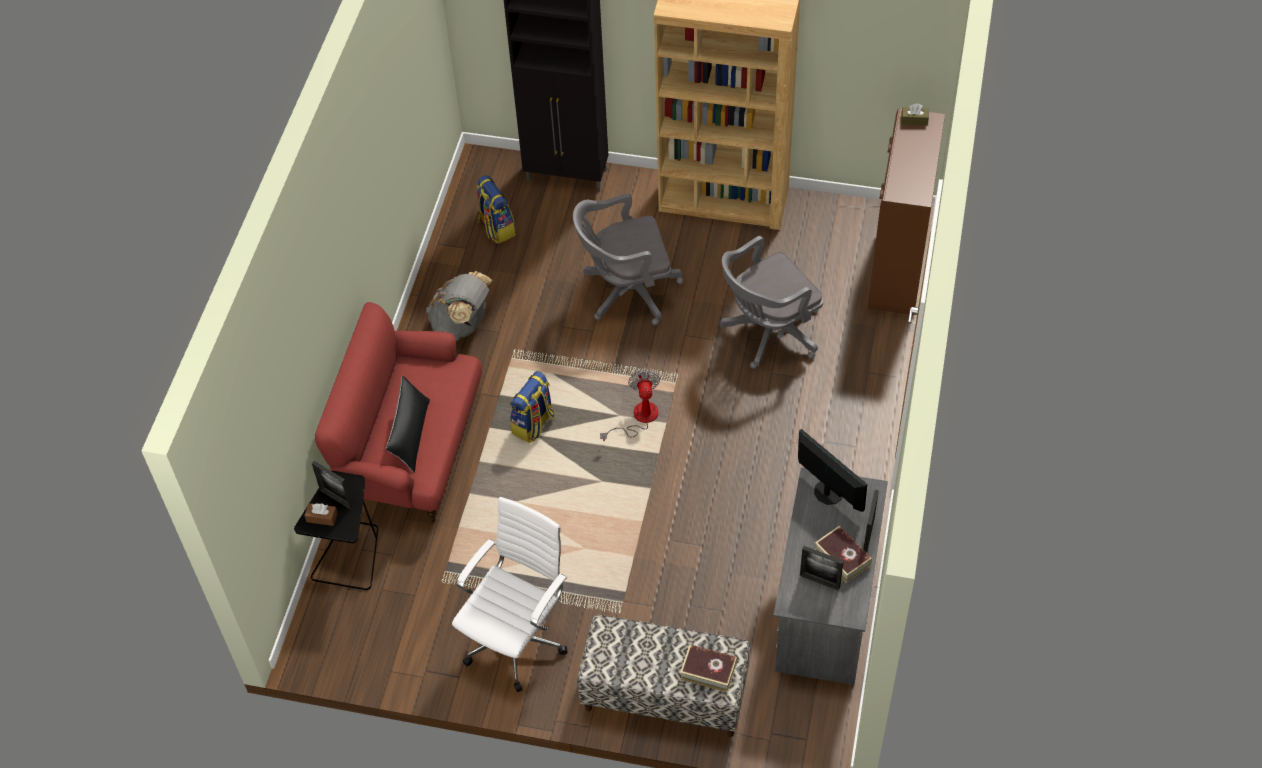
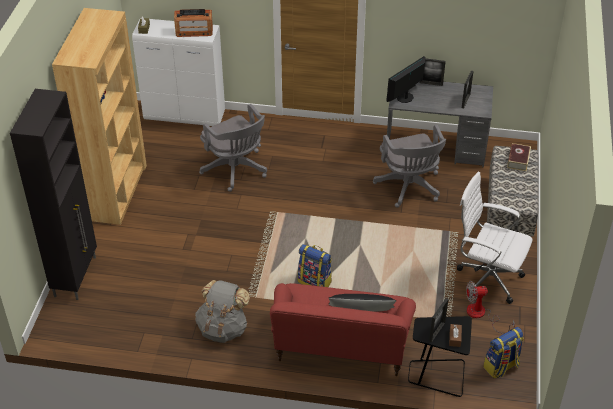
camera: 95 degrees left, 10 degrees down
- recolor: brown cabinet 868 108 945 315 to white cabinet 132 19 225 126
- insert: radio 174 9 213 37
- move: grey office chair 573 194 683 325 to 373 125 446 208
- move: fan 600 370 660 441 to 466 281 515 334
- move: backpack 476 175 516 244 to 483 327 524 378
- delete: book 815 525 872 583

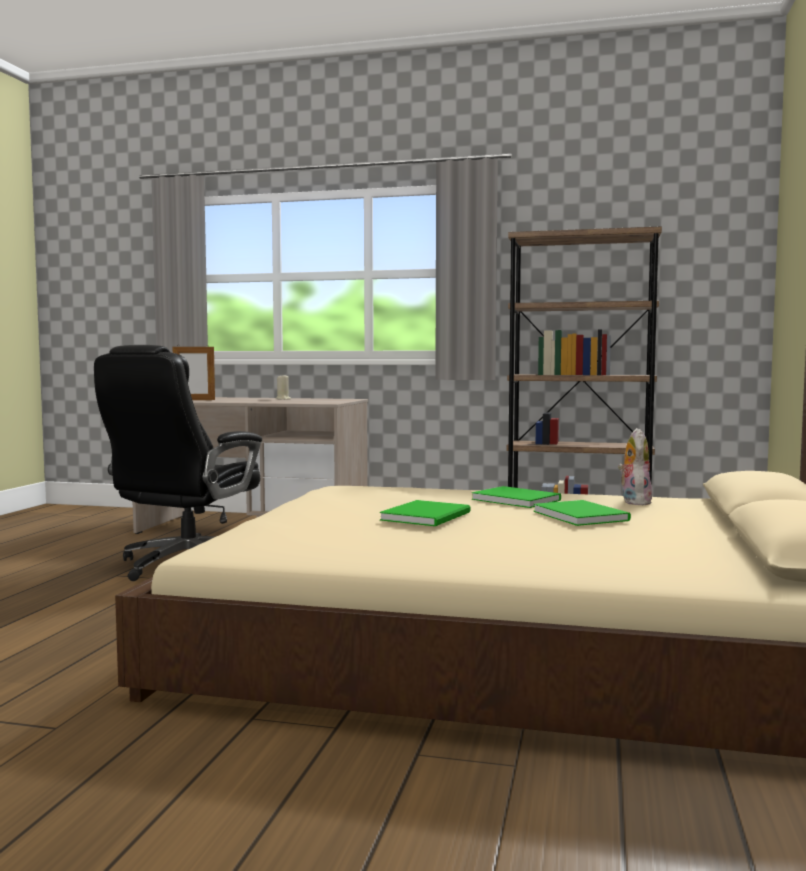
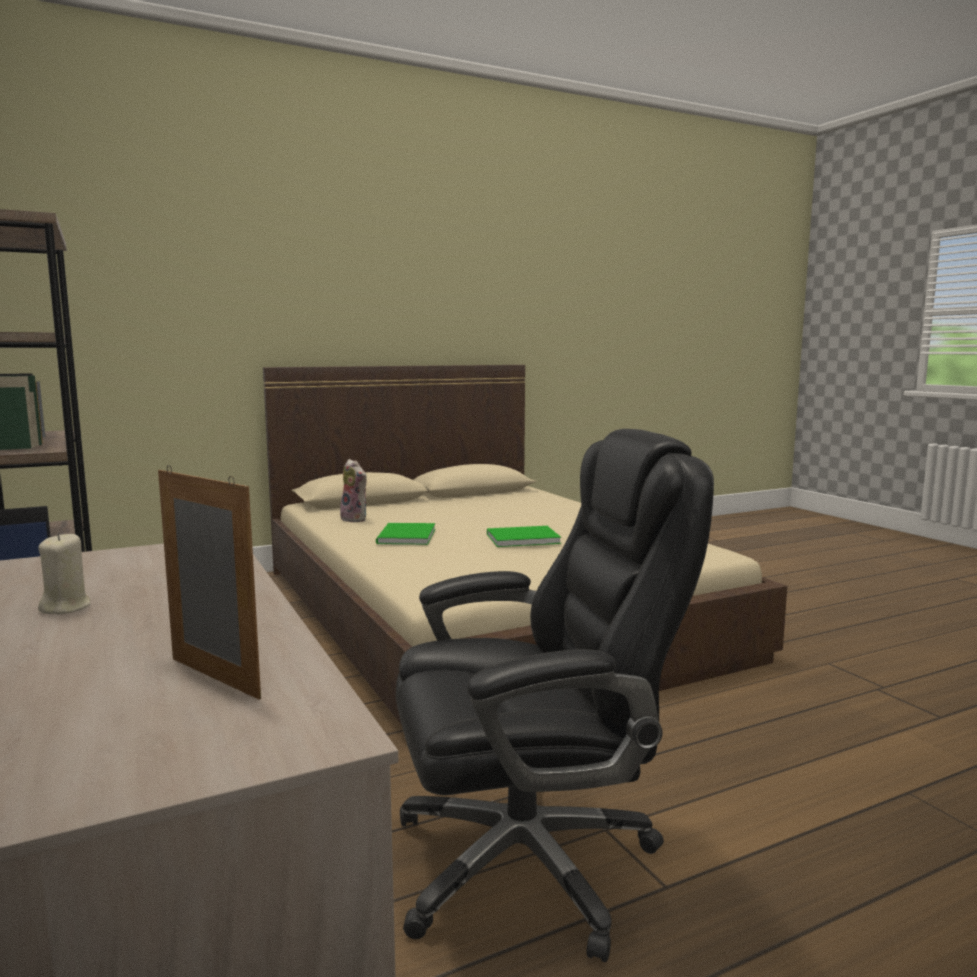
camera: 130 degrees left, 5 degrees up
- rotate: plush toy 618 428 652 505 = 338 459 367 522 105 degrees counterclockwise
- delete: green book 533 500 631 526

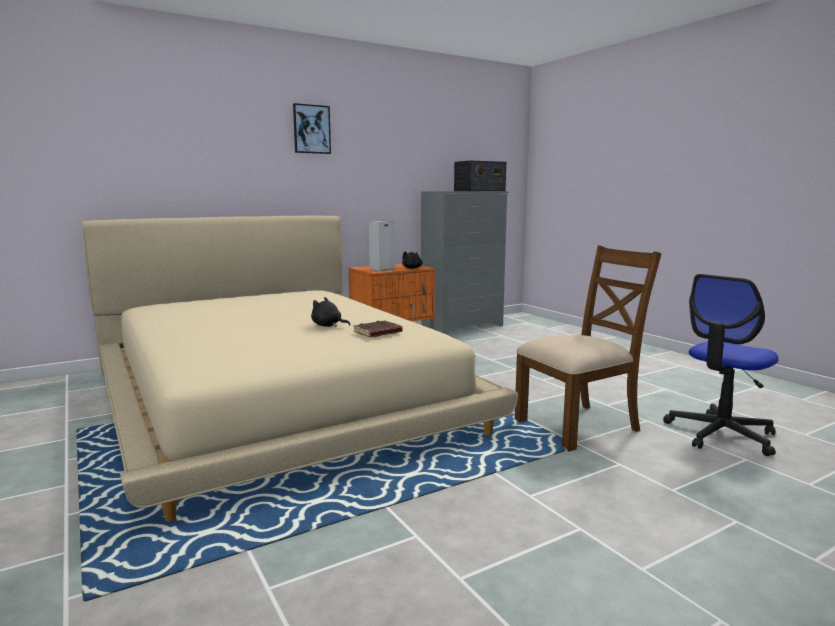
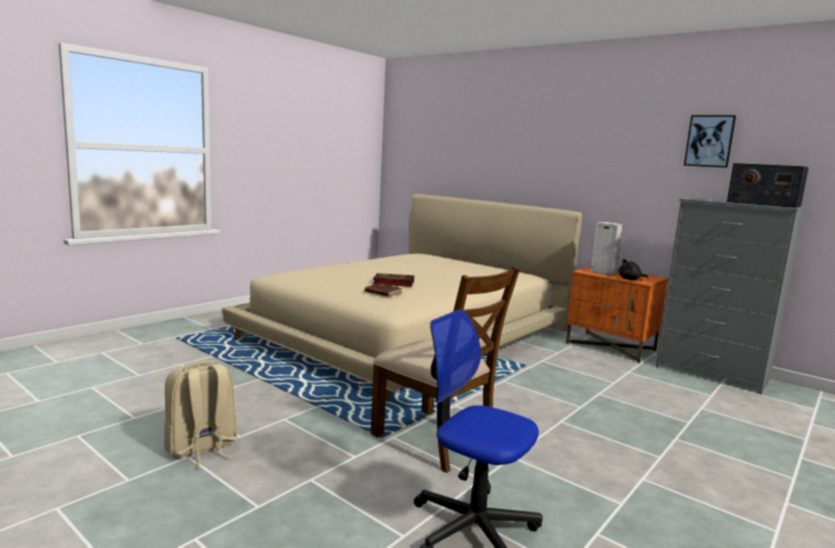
camera: 70 degrees right, 0 degrees up
- insert: beige backpack 164 361 237 467
- replace: black plush toy 311 297 350 327 to book 373 273 414 287
- move: picture 293 103 331 154 to 684 115 736 168

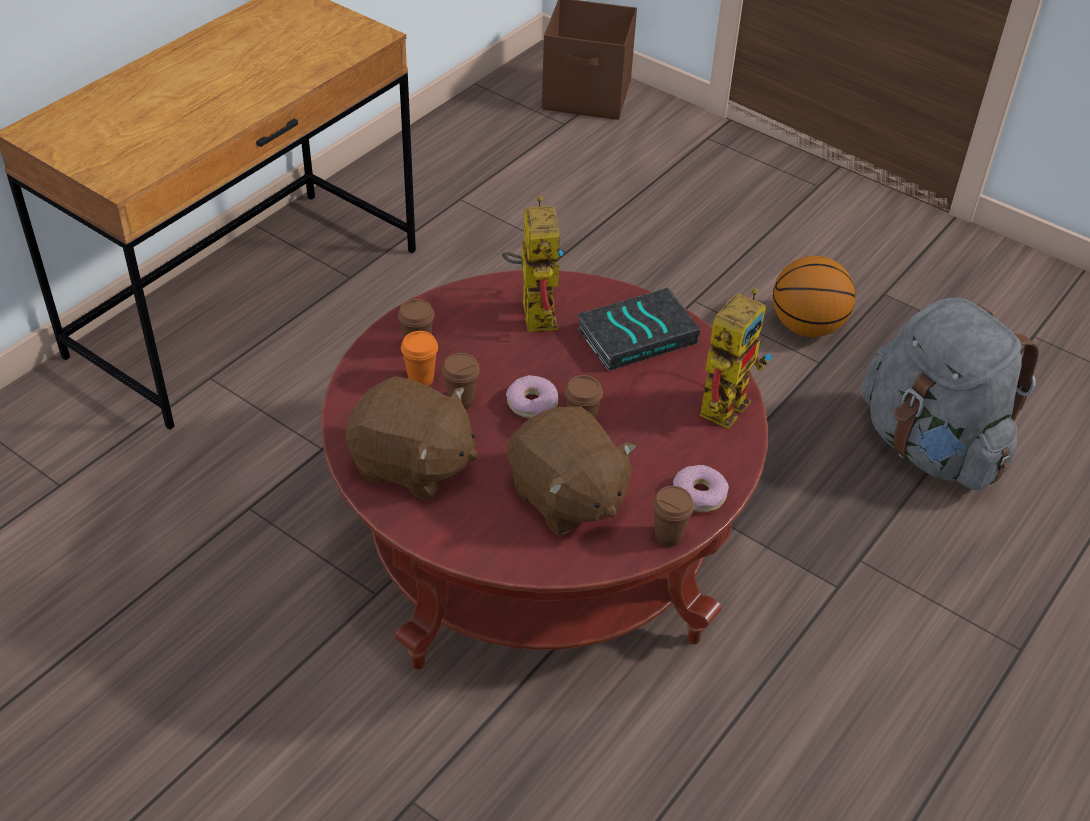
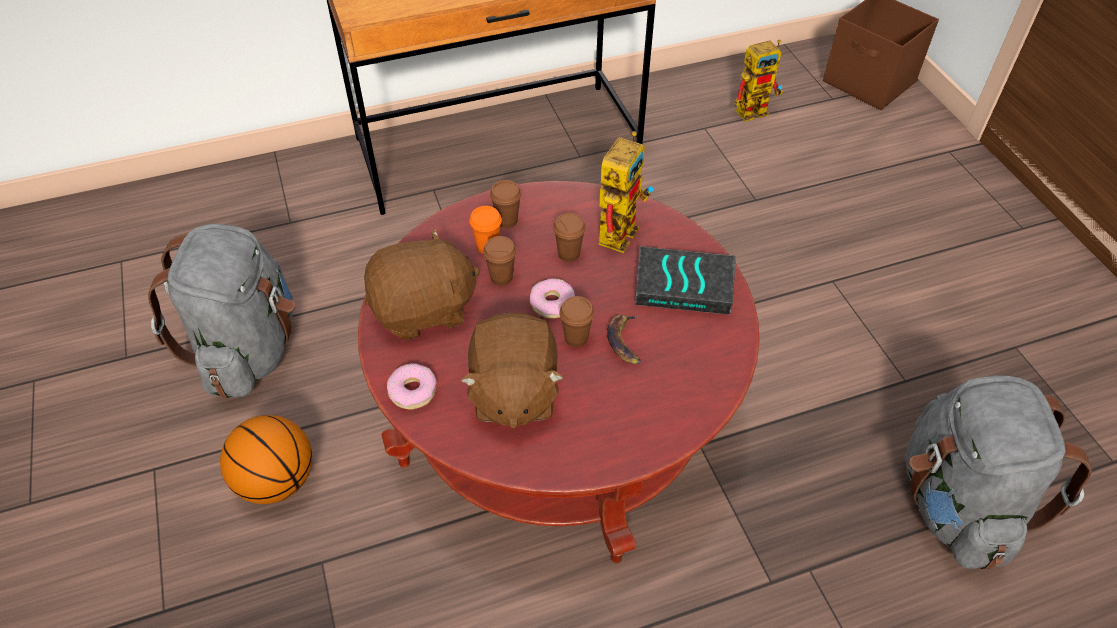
camera: 35 degrees right, 5 degrees up
- insert: grey backpack 148 224 295 398
- move: basketball 773 256 856 337 to 220 415 312 504
- rotate: brown plush toy 345 376 478 499 = 364 228 480 340 75 degrees counterclockwise
- move: donut 673 465 729 512 to 387 363 437 410
- move: brown cup 653 486 694 547 to 553 213 586 262
- insert: banana 607 315 641 364
- move: toy robot 700 288 772 429 to 735 40 783 122

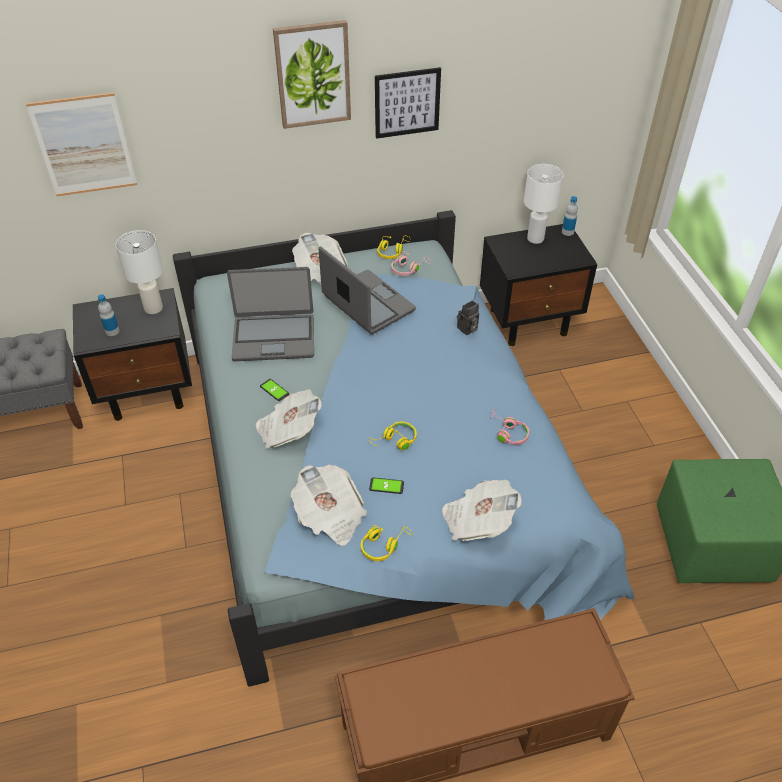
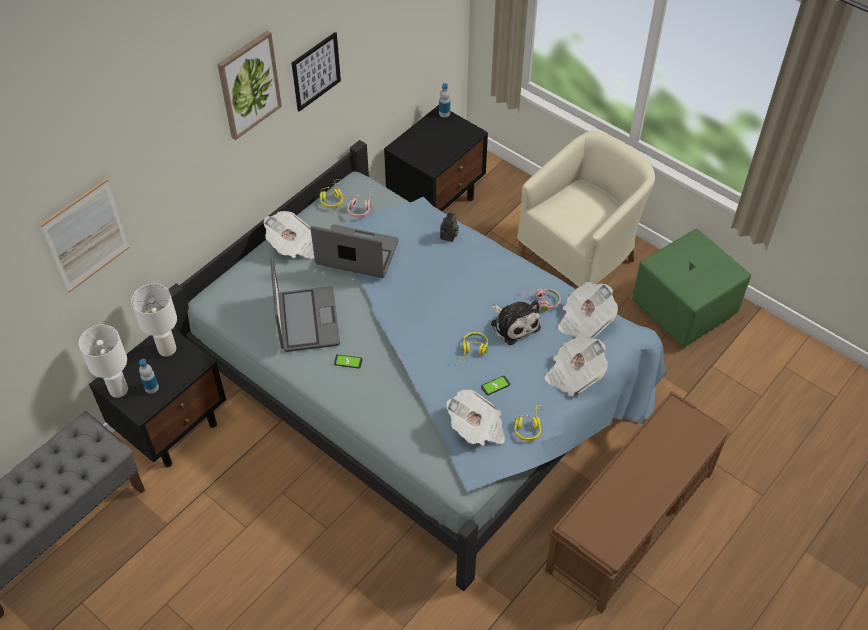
camera: 35 degrees left, 5 degrees up
- move: white table lamp 524 164 564 244 to 79 325 128 398
- rotate: laptop 227 267 314 361 = 270 257 340 352 60 degrees counterclockwise
- insert: plush toy 491 300 541 345
- insert: beige armchair 517 131 655 287
- move: newspaper 255 389 322 449 to 558 282 618 338

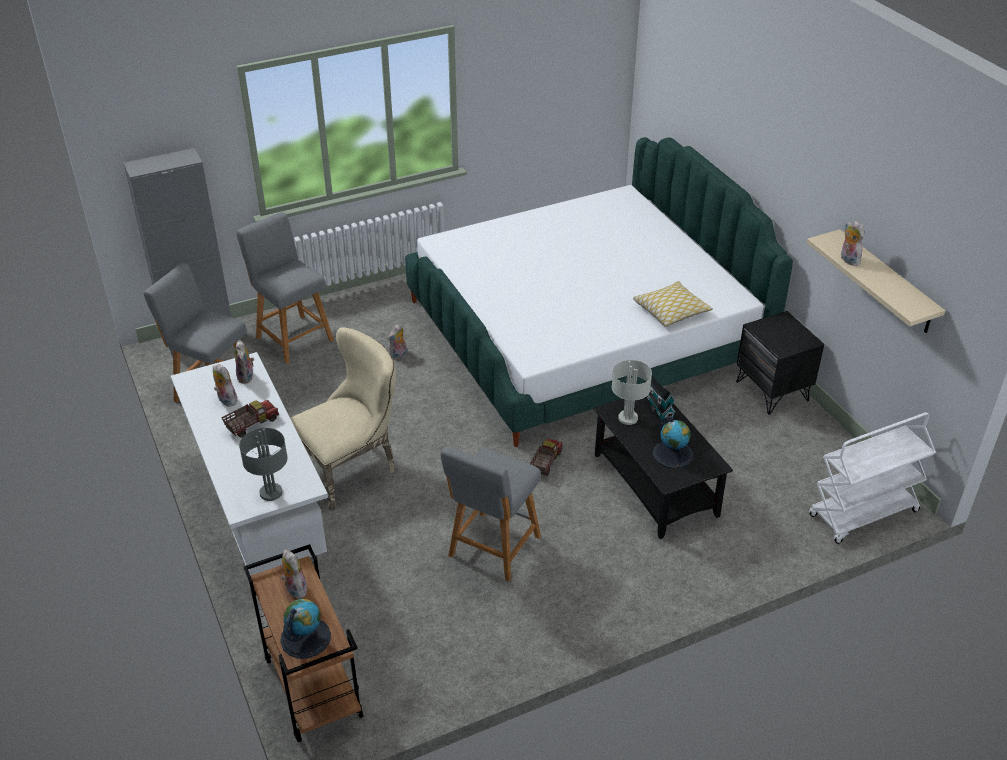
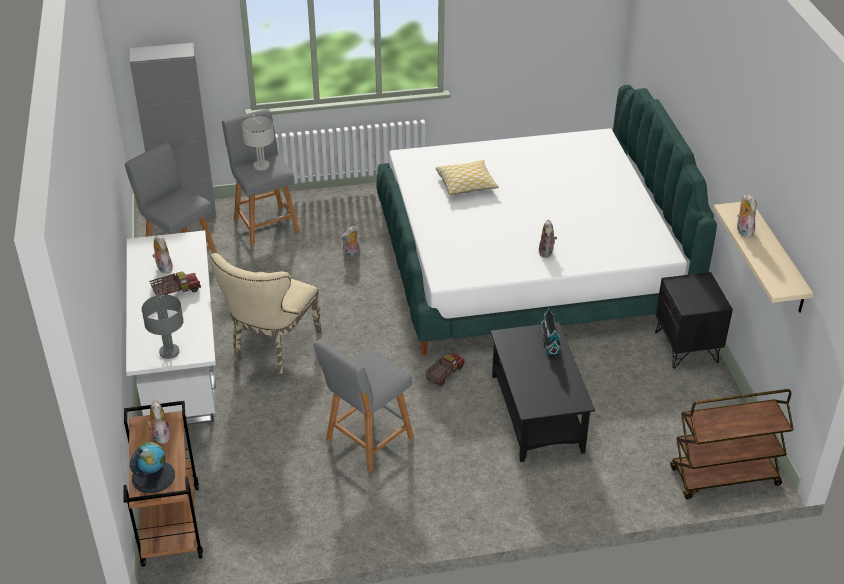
camera: 15 degrees right, 0 degrees up
- rotate: beige chair 290 327 396 511 = 210 253 321 374 135 degrees clockwise
- move: grey table lamp 612 360 652 425 to 242 115 274 171
- move: pillow 633 281 713 327 to 436 160 499 196
- move: plush toy 235 340 254 384 to 539 220 557 258
- recolor: white cart 809 412 936 544 to brown cart 670 389 794 499
- delete: globe 653 416 694 469

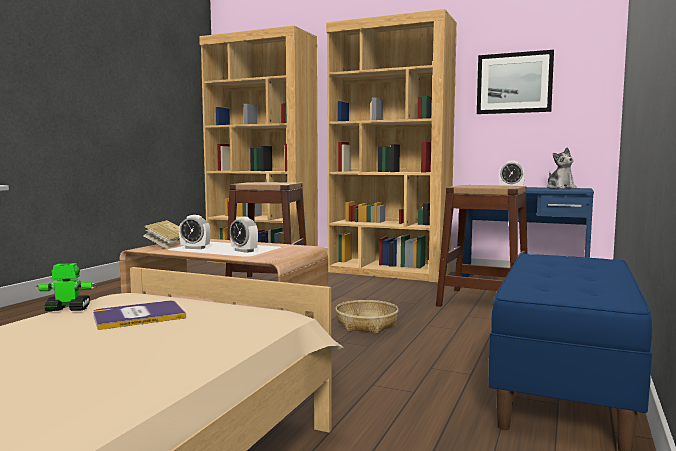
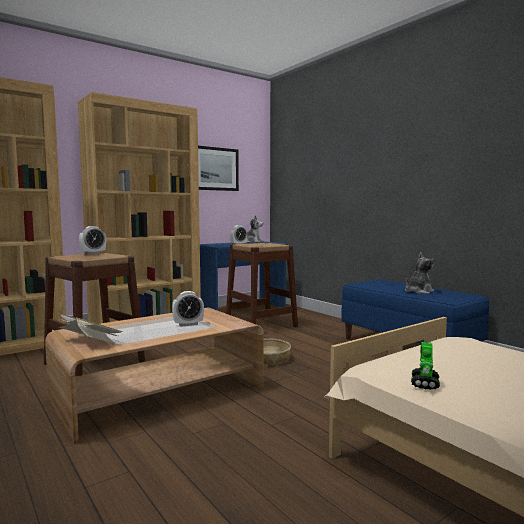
camera: 60 degrees left, 0 degrees up
- move: alarm clock 179 215 211 249 to 79 226 106 254
- insert: plush toy 405 252 434 294
- delete: book 93 301 186 330

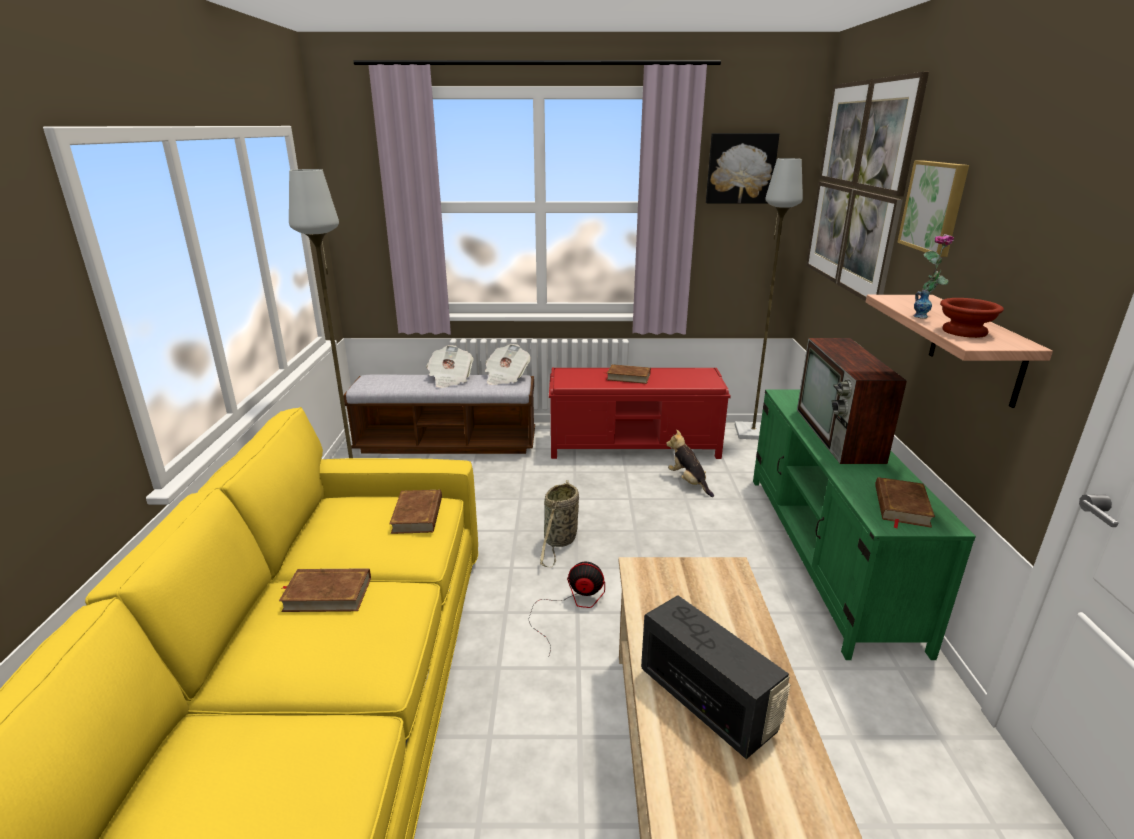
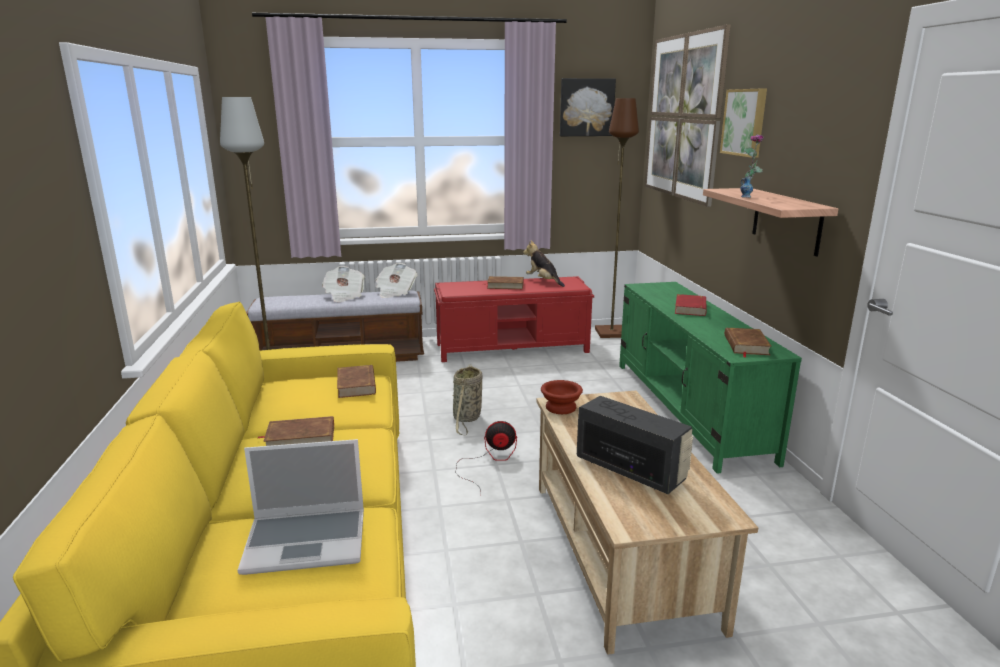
camera: 10 degrees left, 5 degrees down
- insert: laptop 238 439 364 575
- move: plush toy 666 430 714 497 to 523 241 565 287
- move: brown bowl 940 298 1004 338 to 541 380 583 414
- recolor: grey floor lamp 735 158 803 440 to brown floor lamp 595 98 639 338
- replace: television 797 338 907 464 to red book 675 294 707 316

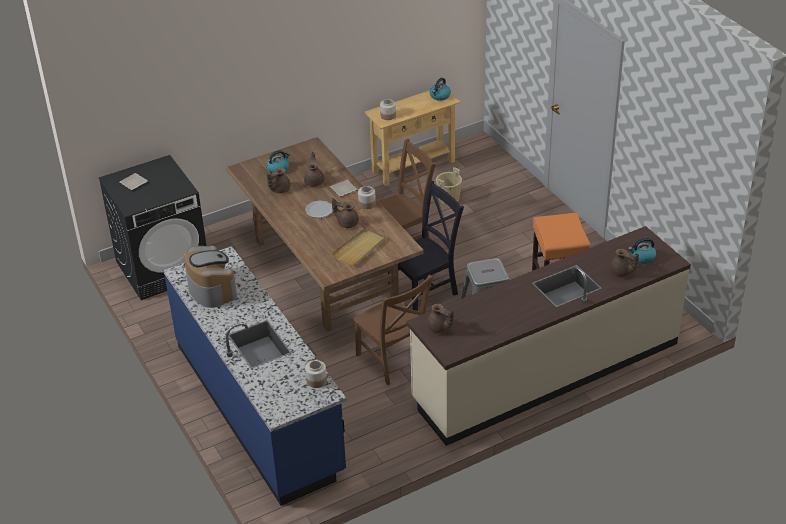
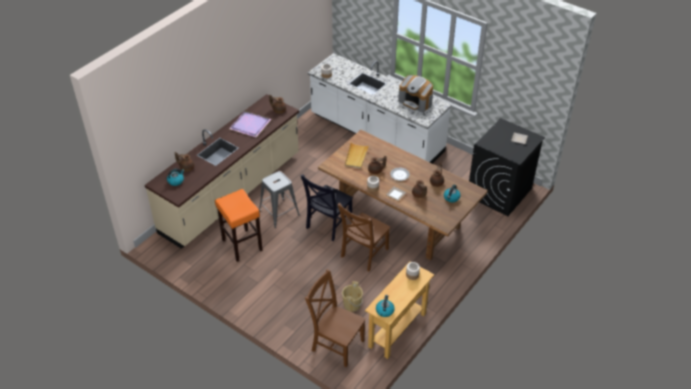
camera: 155 degrees right, 5 degrees up
- insert: purple tray 229 111 271 137
- move: brown chair 353 274 433 385 to 305 269 366 367
- recolor: blue counter 163 246 347 506 to white counter 308 53 451 164

